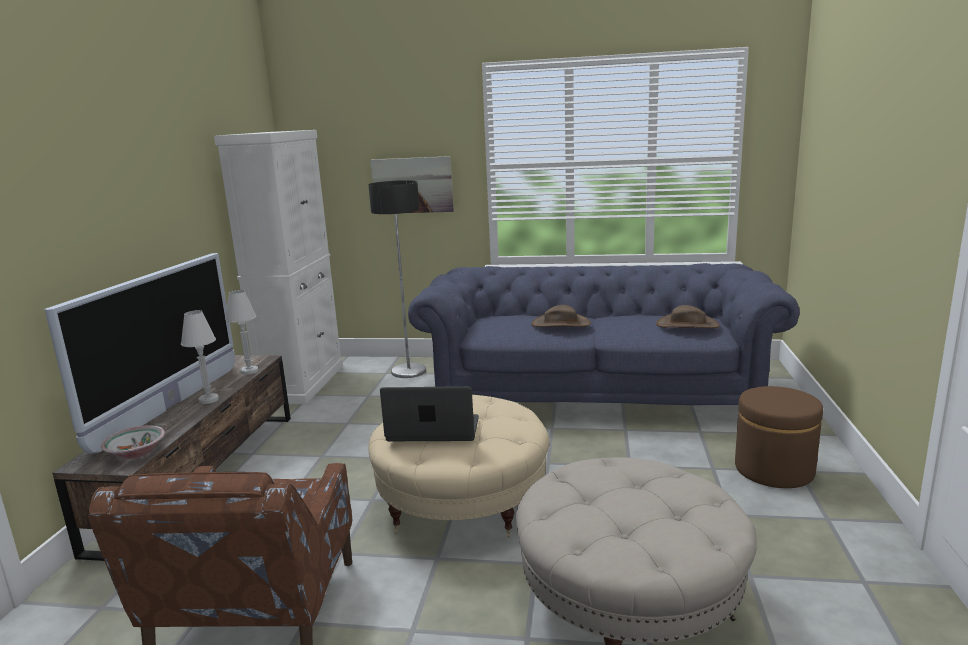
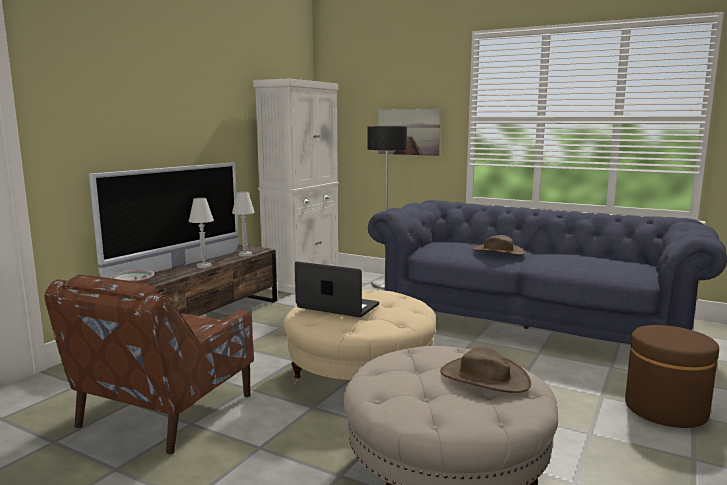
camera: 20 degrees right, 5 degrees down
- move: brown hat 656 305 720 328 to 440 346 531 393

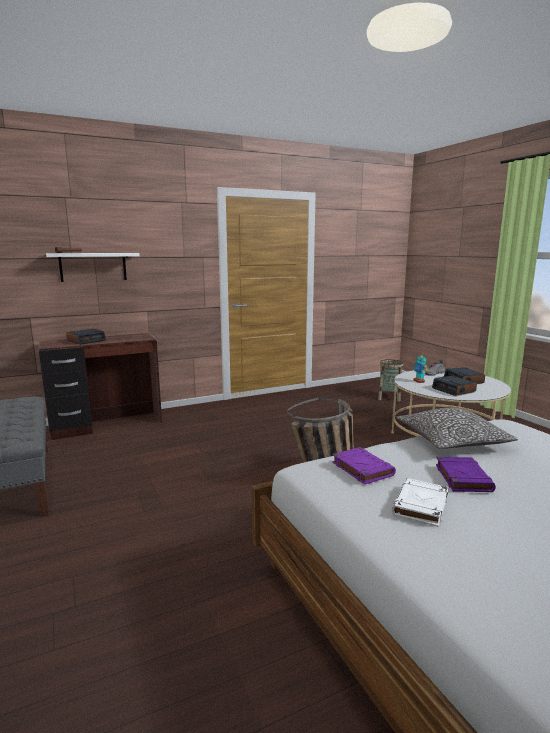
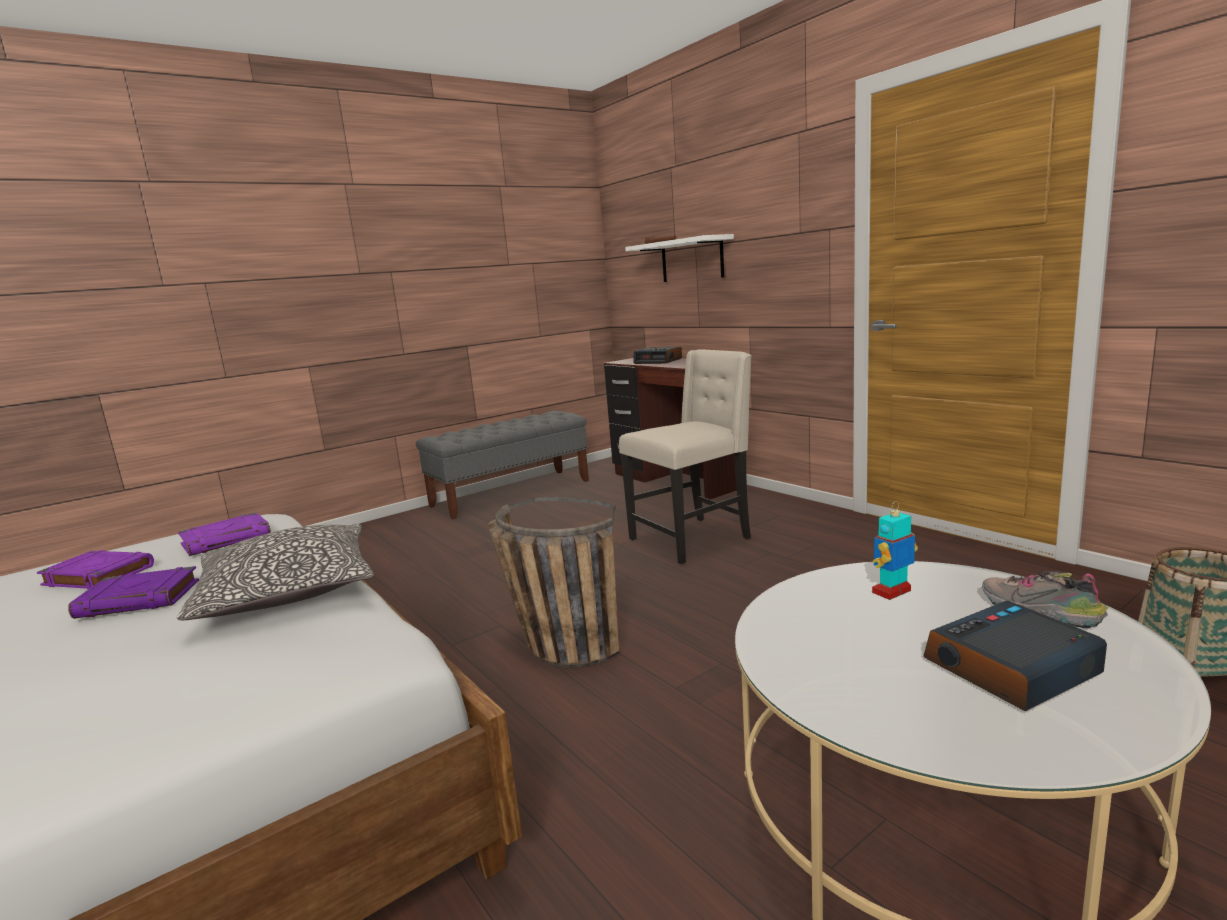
camera: 80 degrees right, 0 degrees up
- recolor: white book 391 478 448 527 to purple book 37 550 154 589
- insert: beige chair 619 349 752 564
- delete: alarm clock 432 375 477 396

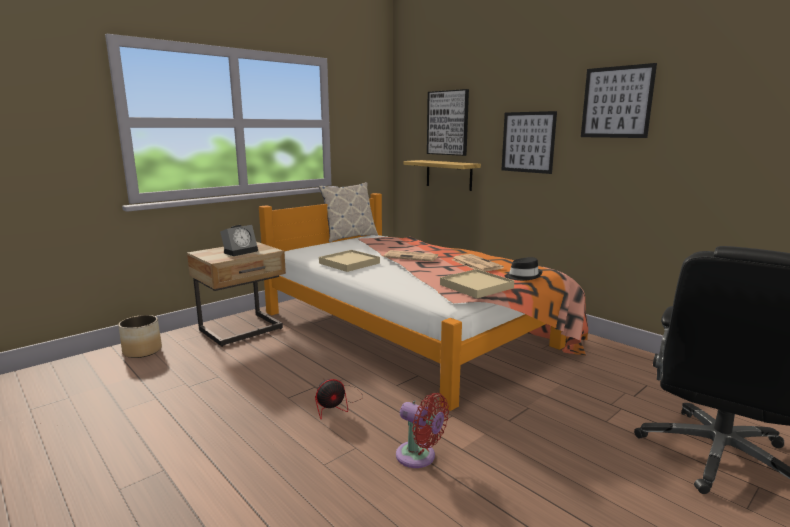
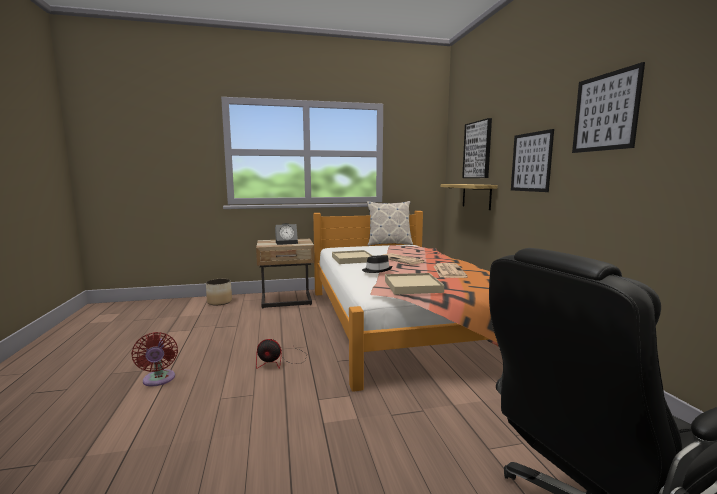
camera: 30 degrees right, 5 degrees down
- move: red fan 396 393 449 468 to 131 332 178 386
- move: black hat 505 257 542 281 to 362 255 392 273

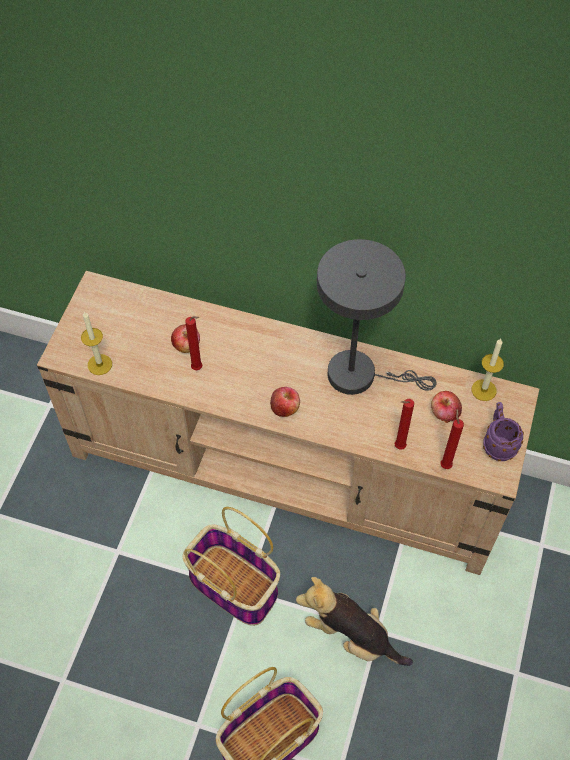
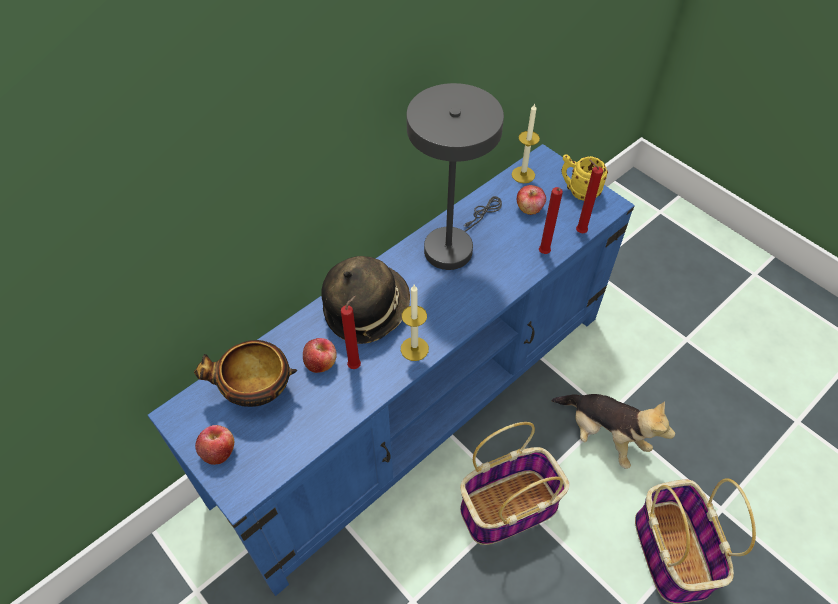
camera: 60 degrees left, 5 degrees down
- recolor: beige tv stand 37 271 539 575 to blue tv stand 147 144 635 596
- insert: bowl 194 340 297 407
- move: apple 270 387 300 417 to 195 425 234 465
- insert: hat 321 256 410 344
- move: candle 81 311 112 375 to 401 285 429 361
- rotate: plush toy 296 577 413 666 = 551 394 675 469 105 degrees counterclockwise
- recolor: purple mug 483 402 524 461 to yellow mug 562 154 608 201

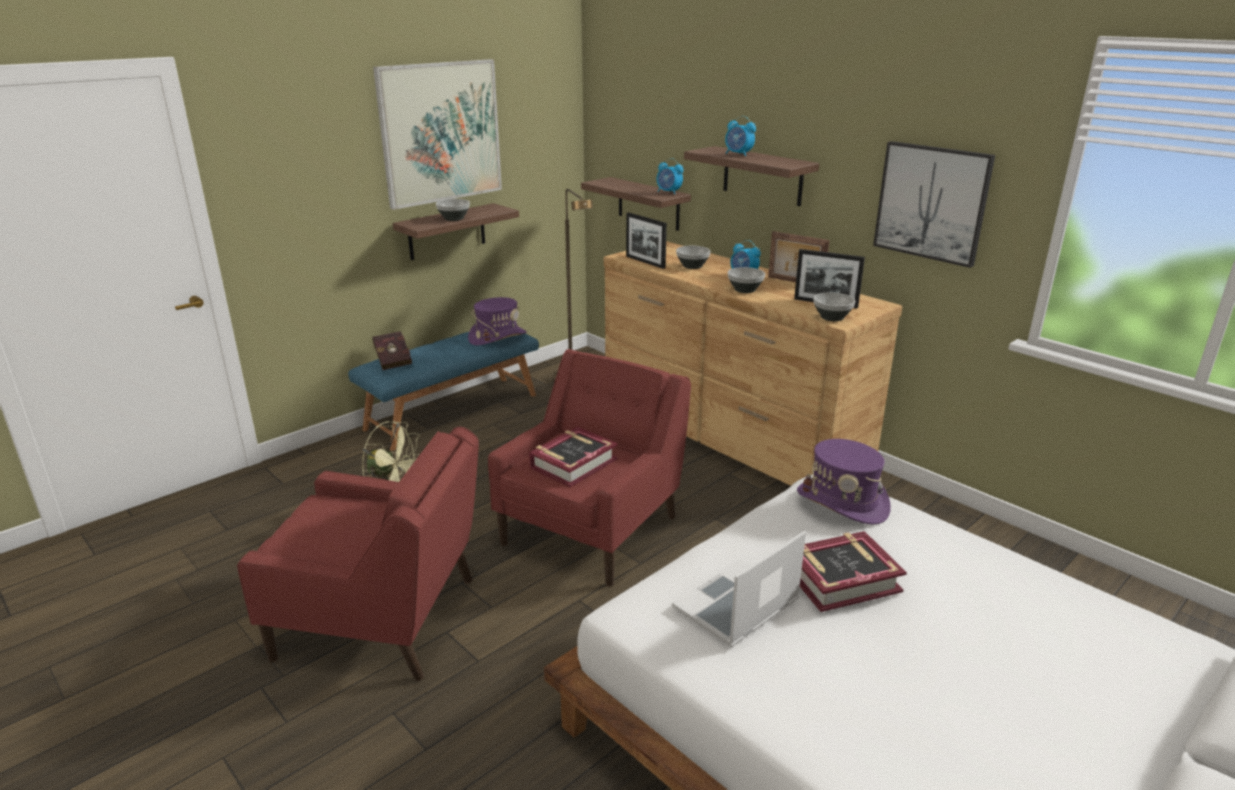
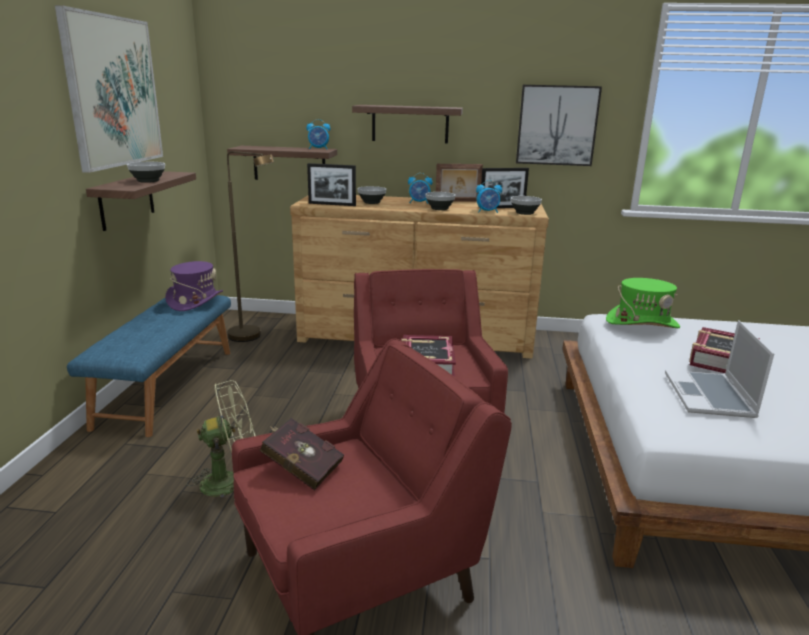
camera: 40 degrees left, 5 degrees down
- move: red book 372 331 412 370 to 259 418 344 491
- move: alarm clock 725 116 756 156 to 476 180 502 213
- recolor: purple hat 797 439 891 524 to green hat 606 278 680 328

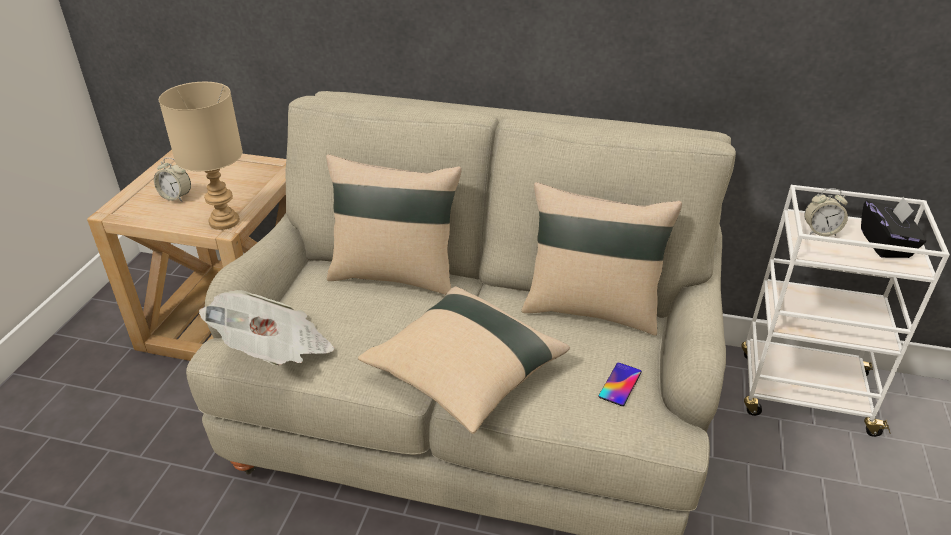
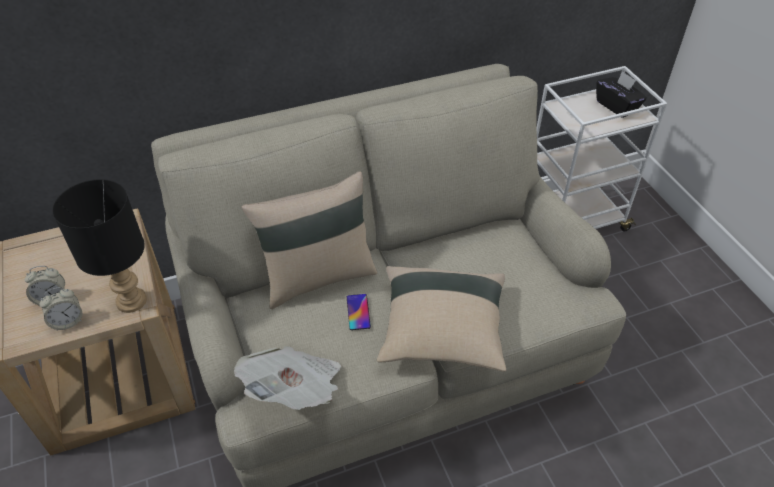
camera: 35 degrees left, 10 degrees up
- move: alarm clock 804 188 848 236 to 39 287 82 331
- recolor: beige table lamp 159 82 243 230 to black table lamp 52 179 147 313
- move: phone 598 362 642 406 to 347 294 371 330
- delete: beige pillow 521 182 682 336

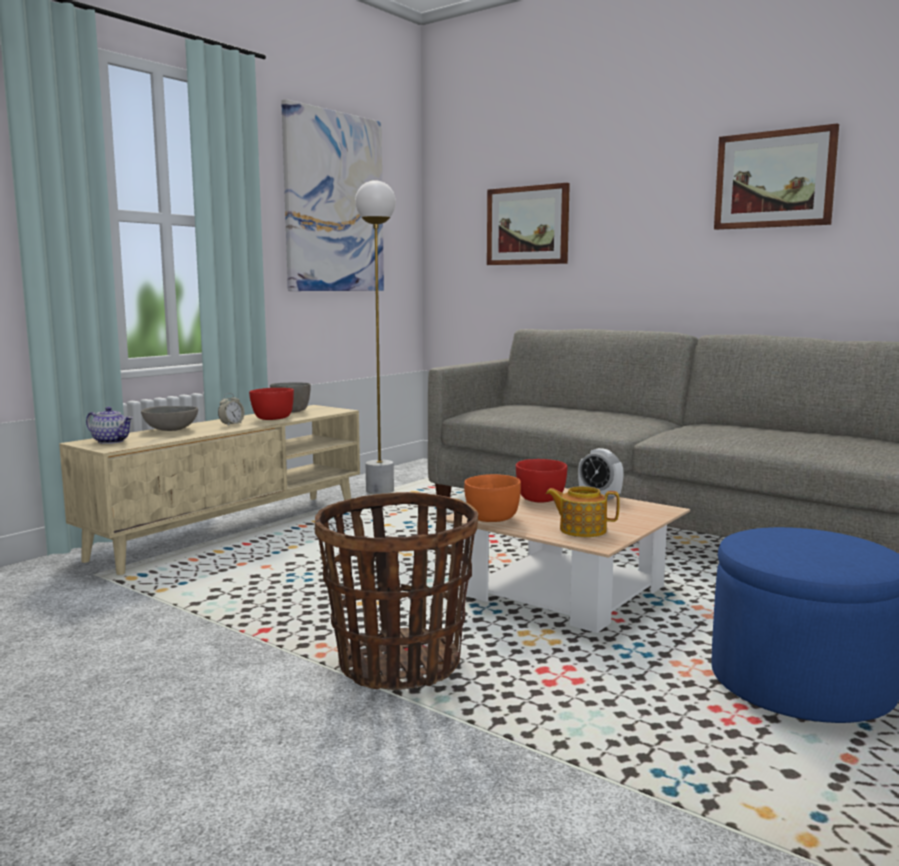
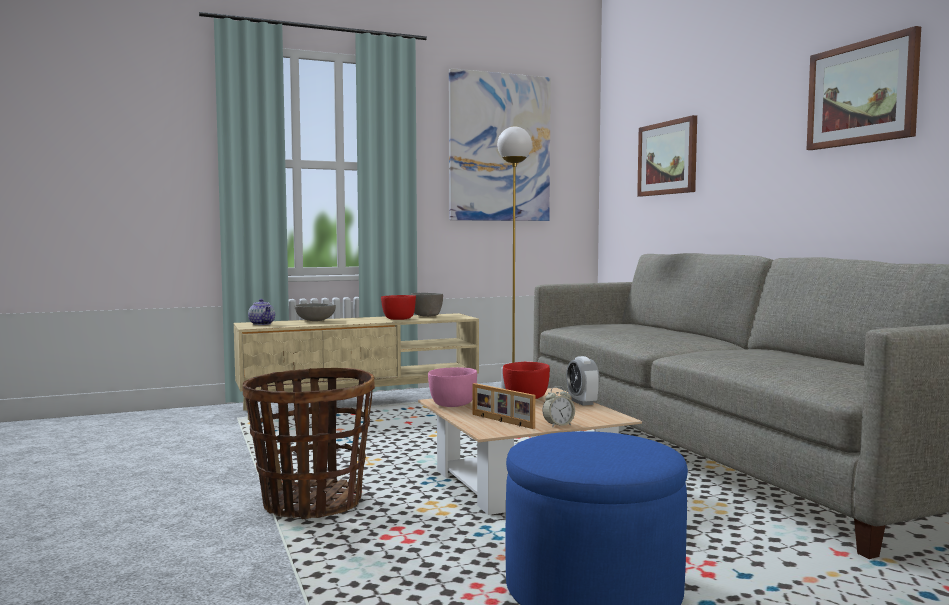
camera: 30 degrees right, 5 degrees down
- recolor: orange bowl 464 474 521 522 to pink bowl 428 367 477 407
- replace: teapot 546 486 620 537 to picture frame 473 383 535 429
- move: alarm clock 218 393 245 426 to 543 386 575 428

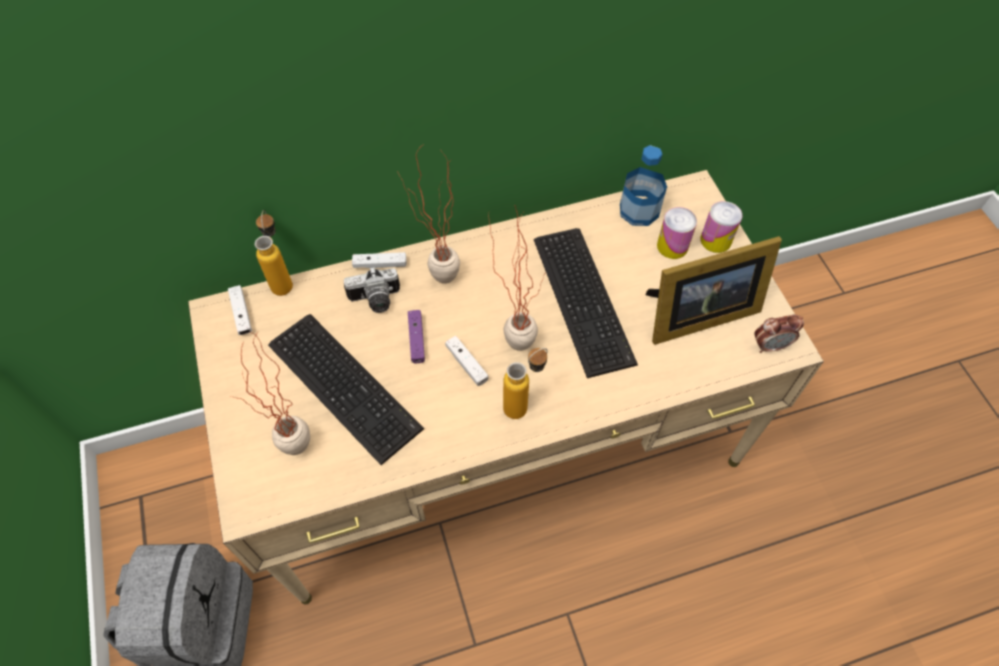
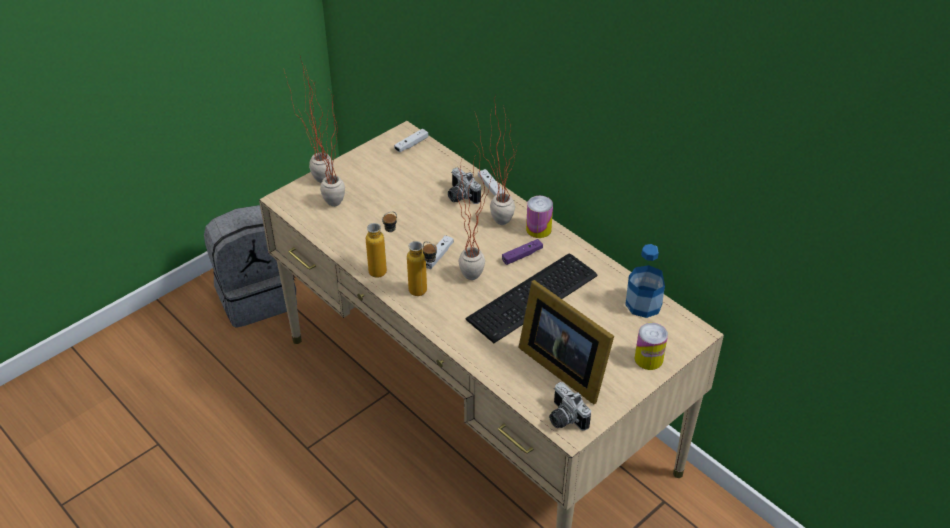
camera: 65 degrees right, 15 degrees down
- insert: potted plant 284 55 334 183
- move: bottle 255 210 293 296 to 366 211 397 278
- move: purple game controller 408 310 425 363 to 502 239 543 265
- move: can 657 207 697 259 to 526 196 553 238
- replace: alarm clock 754 314 804 353 to photo camera 549 382 591 431
- delete: keyboard 268 314 424 465

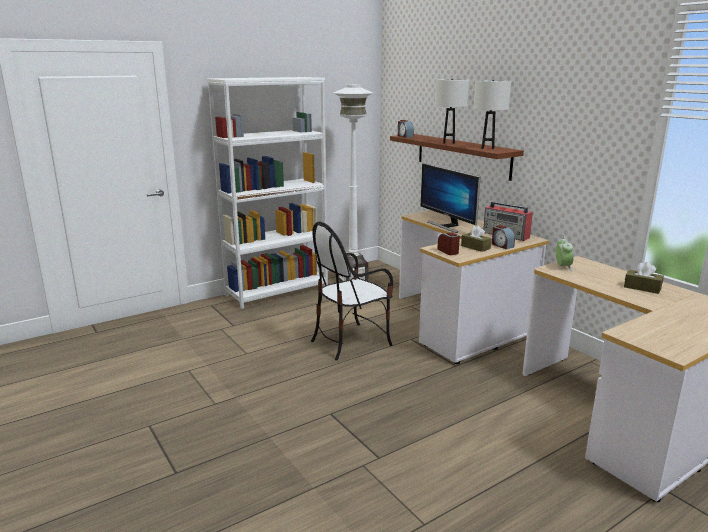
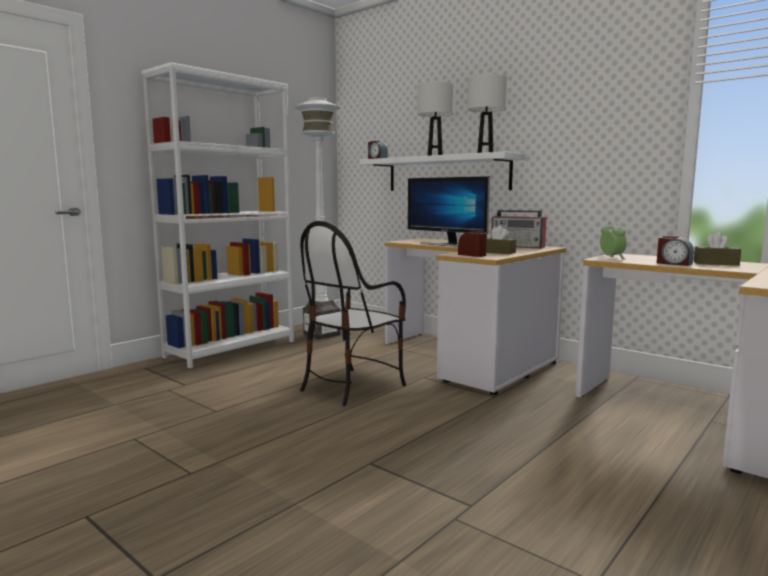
camera: 15 degrees left, 10 degrees down
- recolor: brown shelf 390 134 524 181 to white shelf 360 152 525 191
- move: alarm clock 492 225 515 249 to 657 236 694 266

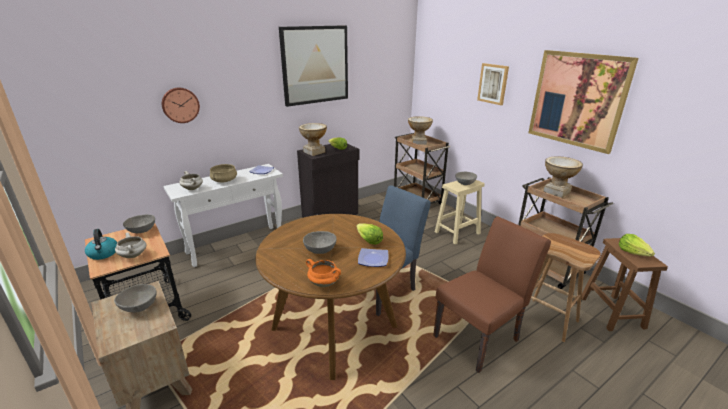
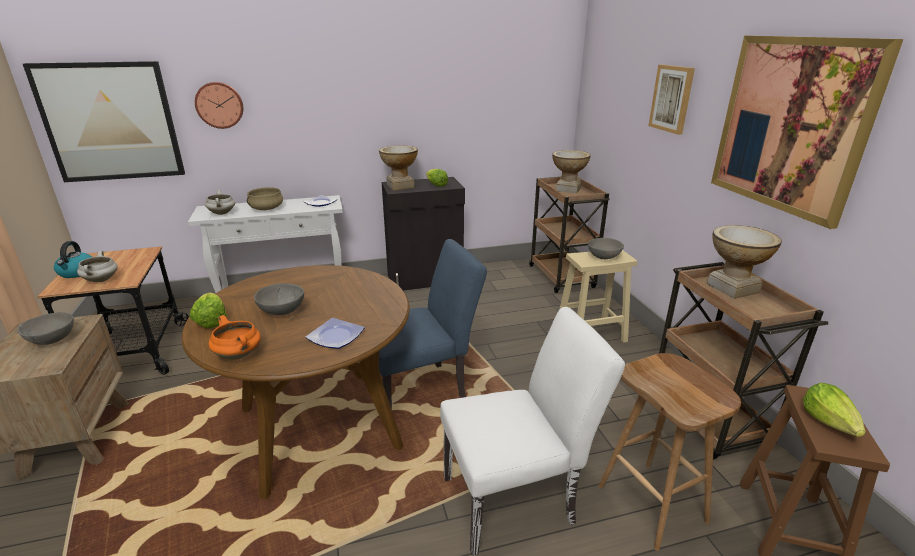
camera: 20 degrees right, 0 degrees up
- move: picture 279 25 348 107 to 23 61 185 182
- move: lettuce 356 223 383 245 to 190 293 227 328
- recolor: brown chair 433 216 551 373 to white chair 440 307 625 556
- delete: grey bowl 123 214 155 233

